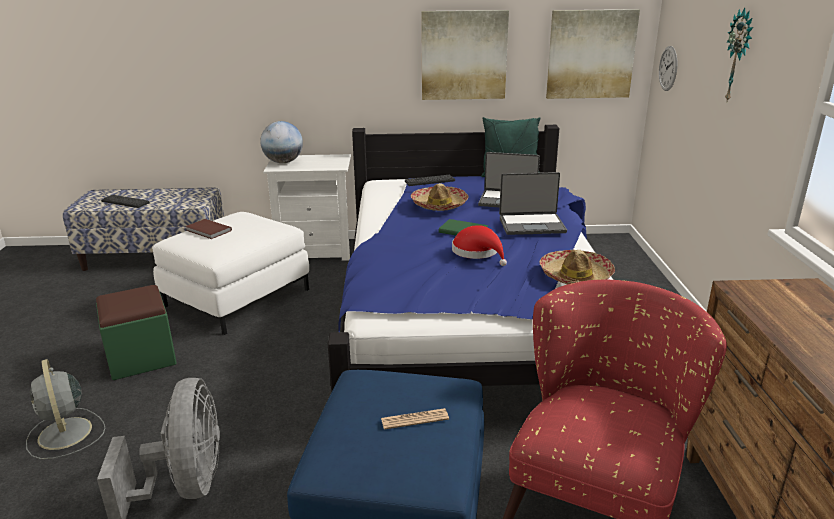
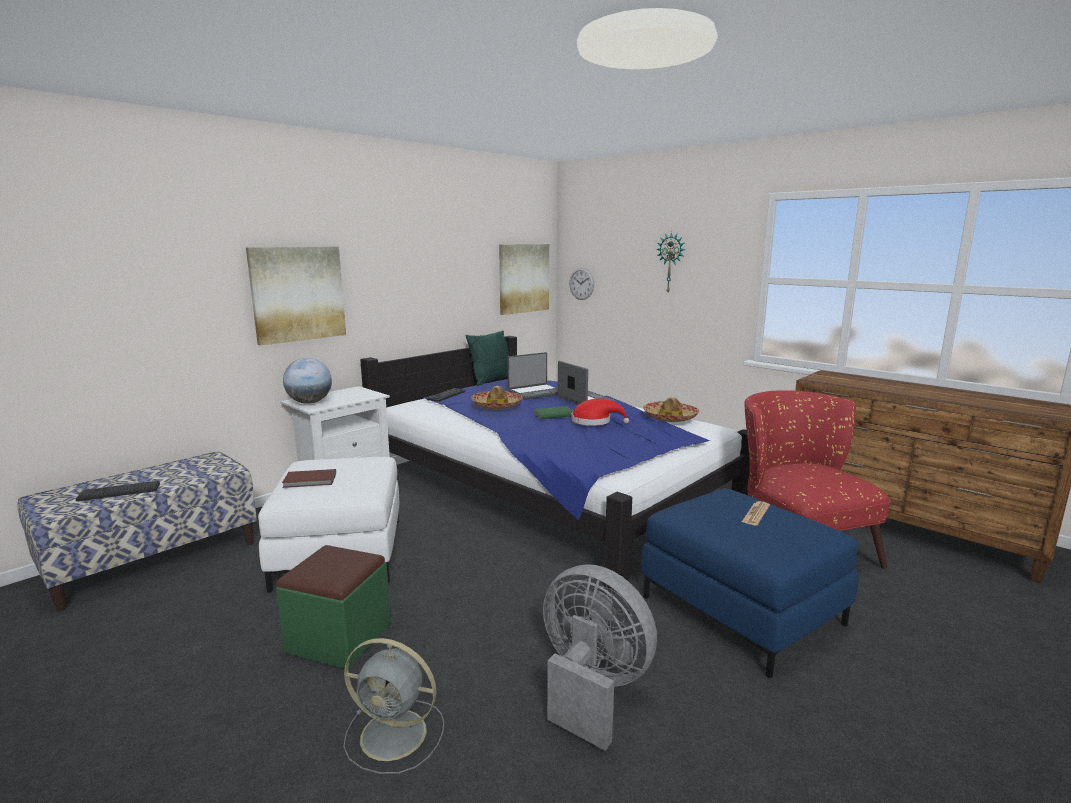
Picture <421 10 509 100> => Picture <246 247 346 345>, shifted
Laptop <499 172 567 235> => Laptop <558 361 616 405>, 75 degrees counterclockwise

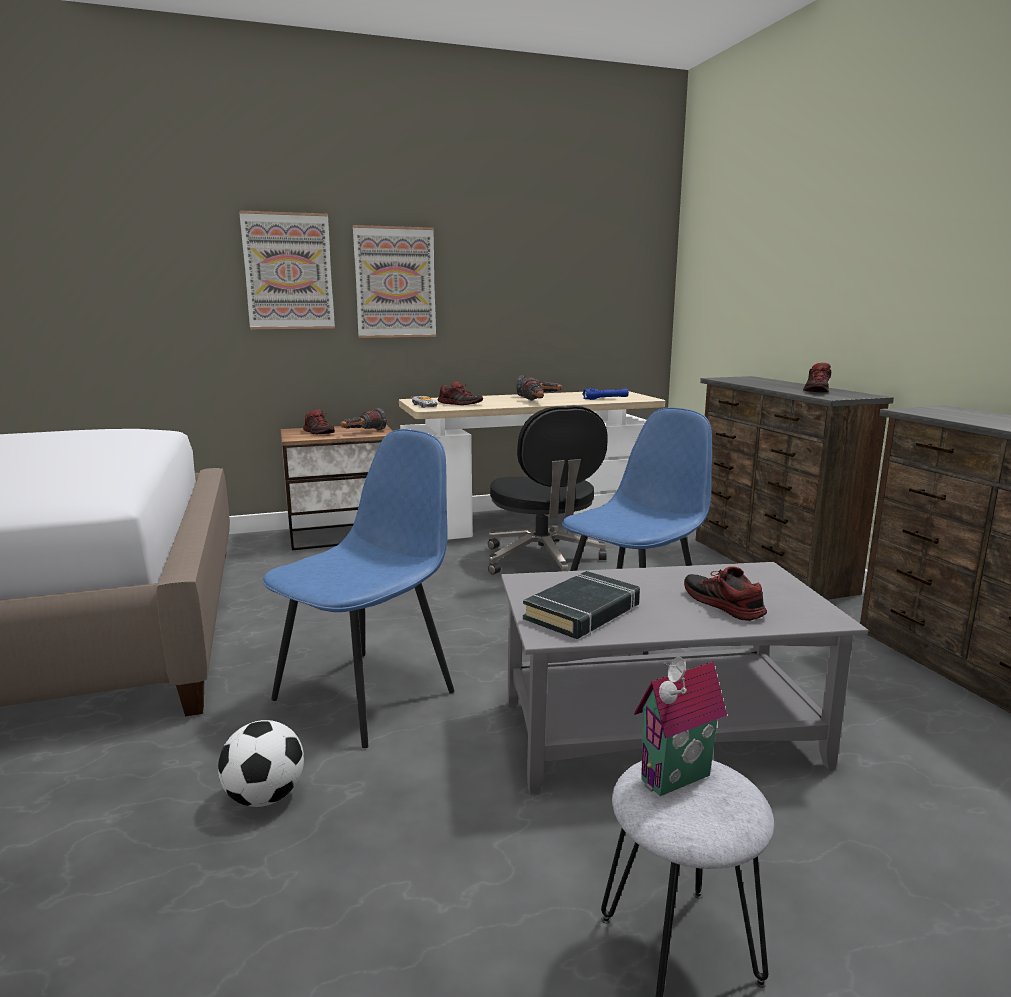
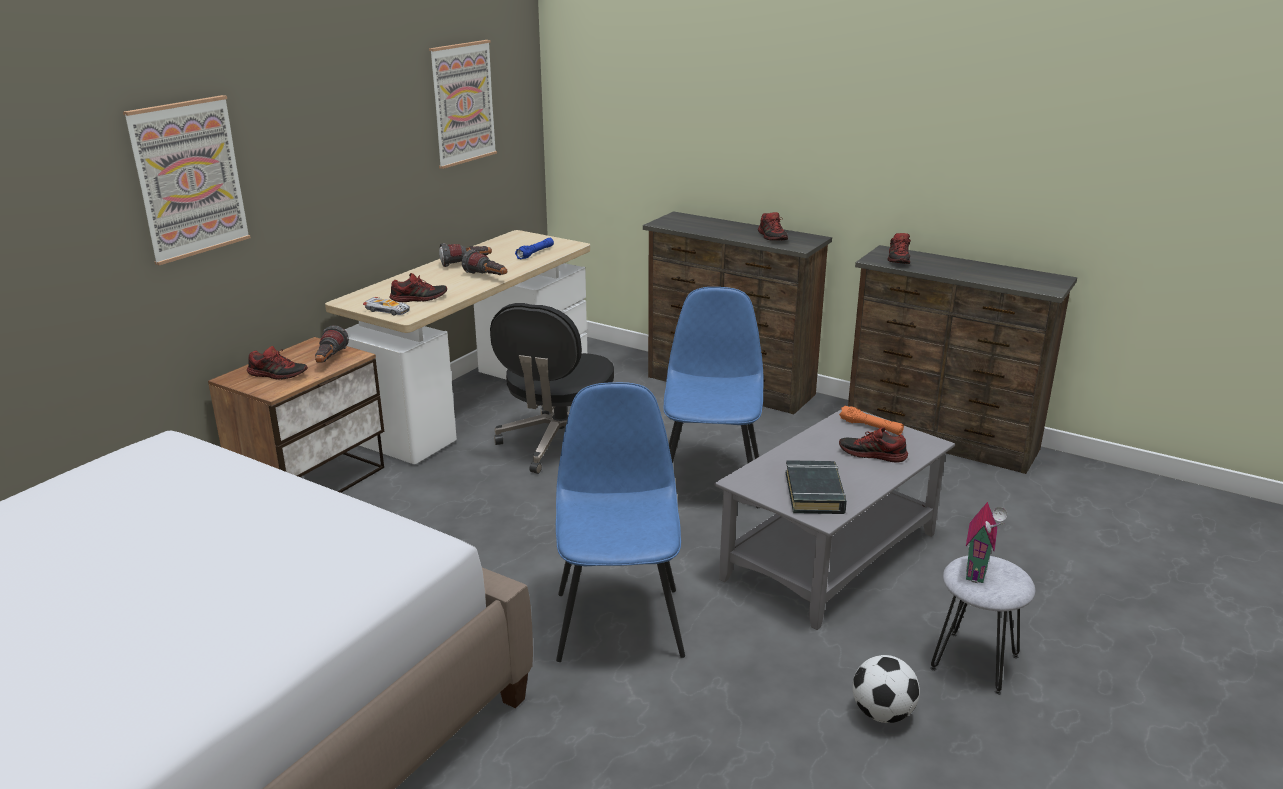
Picture <353 225 436 338> => Picture <429 40 497 169>, shifted
BlackOfficeChair <488 406 608 575> => BlackOfficeChair <490 303 614 474>, 75 degrees clockwise
Football <218 720 304 807> => Football <853 655 920 723>, shifted
nothing => Shoe <888 233 911 264>
nothing => OrangeFlashlight <839 405 904 435>

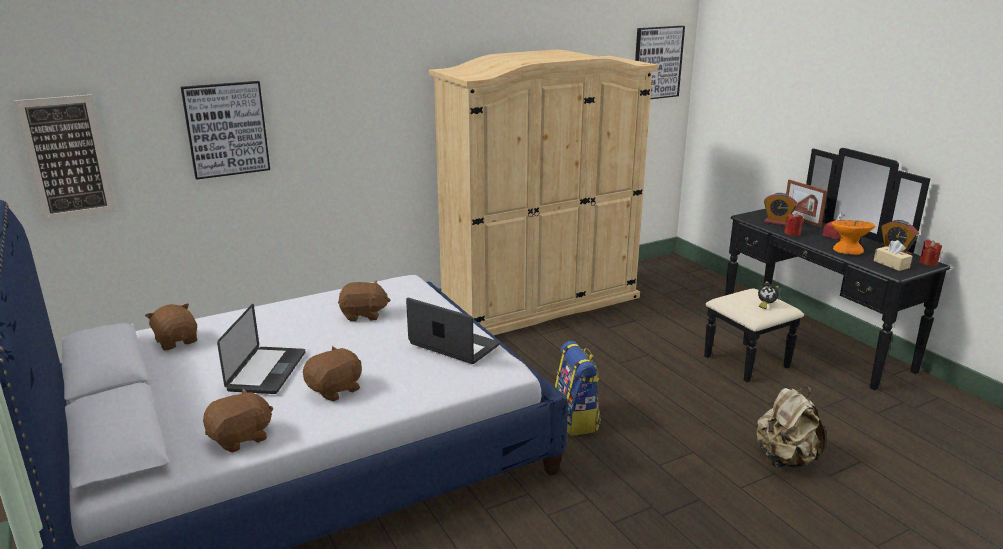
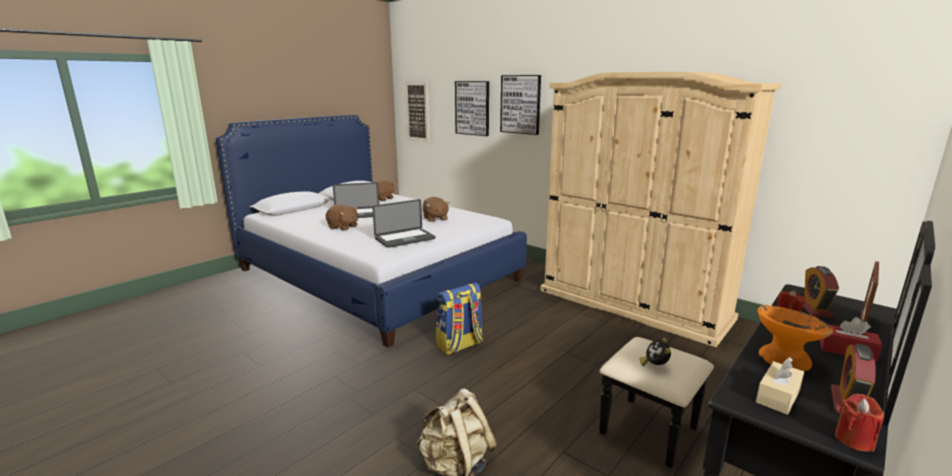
Picture <635 26 685 99> => Picture <500 75 541 135>, shifted
Laptop <406 298 500 364> => Laptop <372 199 436 248>, 45 degrees clockwise
BrownPlushToy <203 389 273 452> => nothing

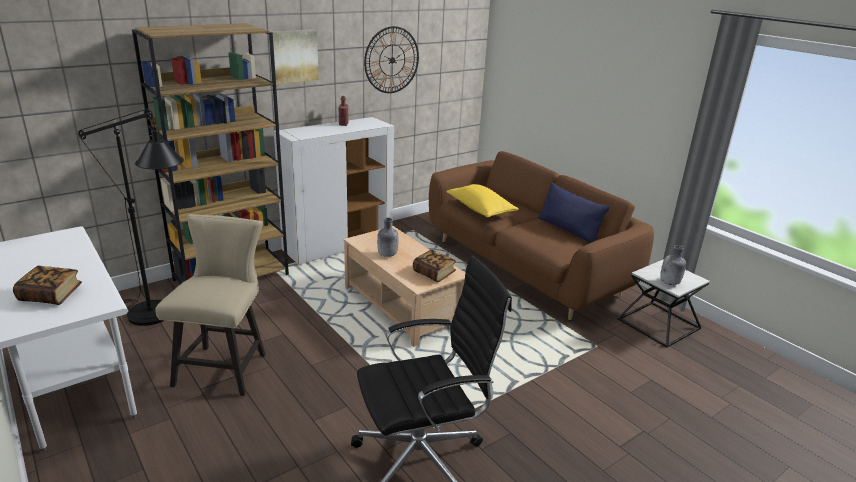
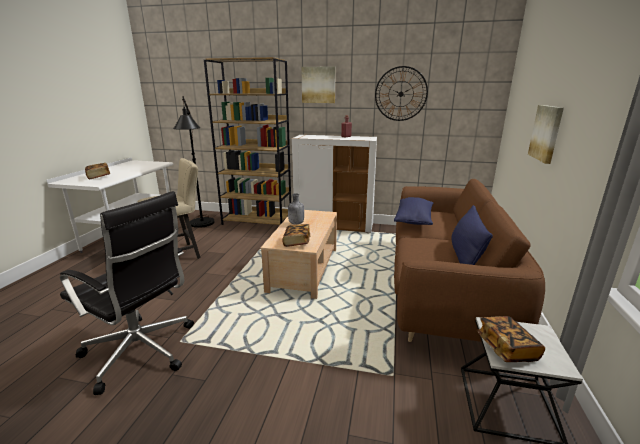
YellowPillow <447 184 519 218> => BluePillow <394 197 433 225>
GreyBottle <660 245 686 285> => Book <477 316 545 362>
nothing => Picture <528 105 564 164>

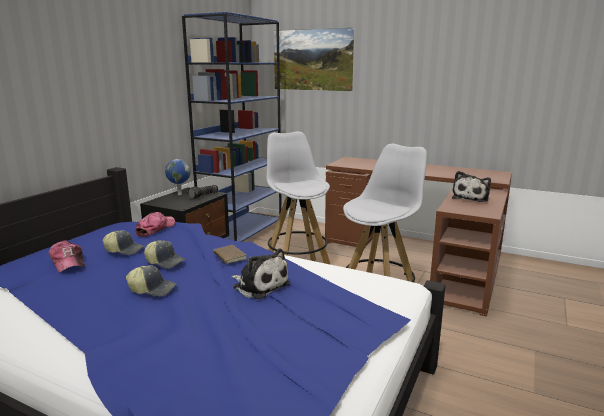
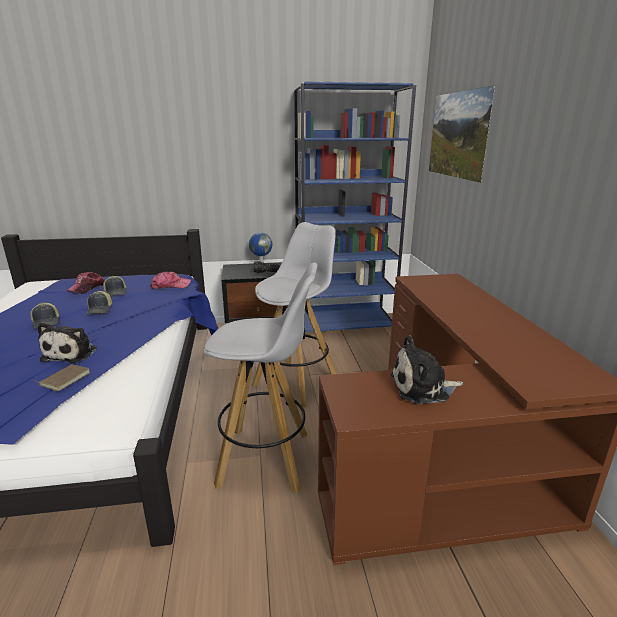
BrownBook <213 245 247 264> => BrownBook <34 364 90 391>, shifted

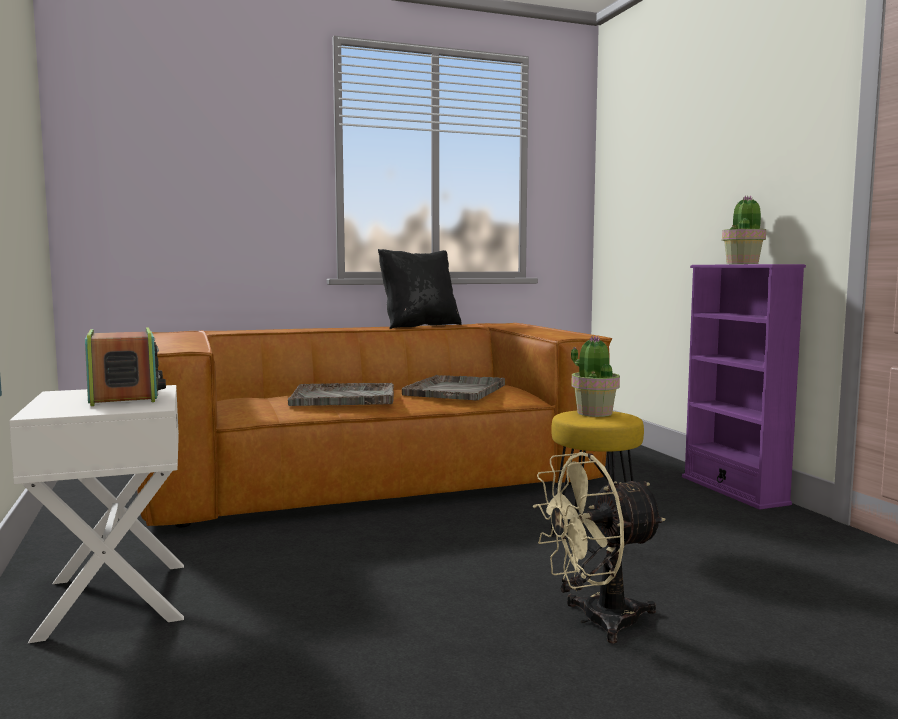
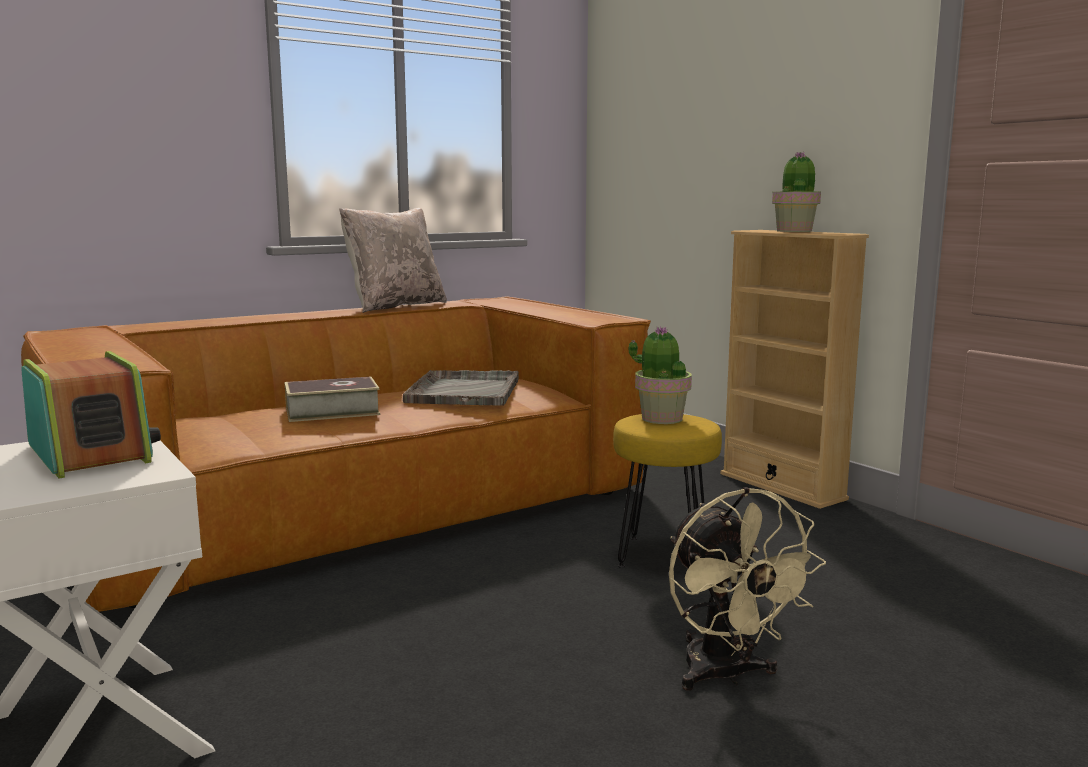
BlackPillow <378 249 461 329> => BeigePillow <339 208 447 313>
PurpleBookcase <682 264 806 510> => BeigeBookcase <720 230 869 509>
GreyTray <288 383 394 406> => Book <284 377 380 422>
BeigeFan <533 452 666 644> => BeigeFan <669 487 826 690>, 75 degrees counterclockwise

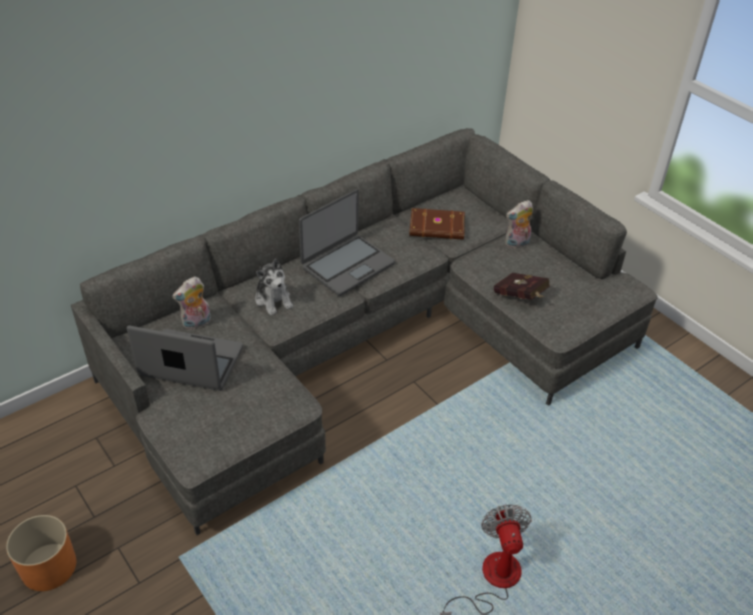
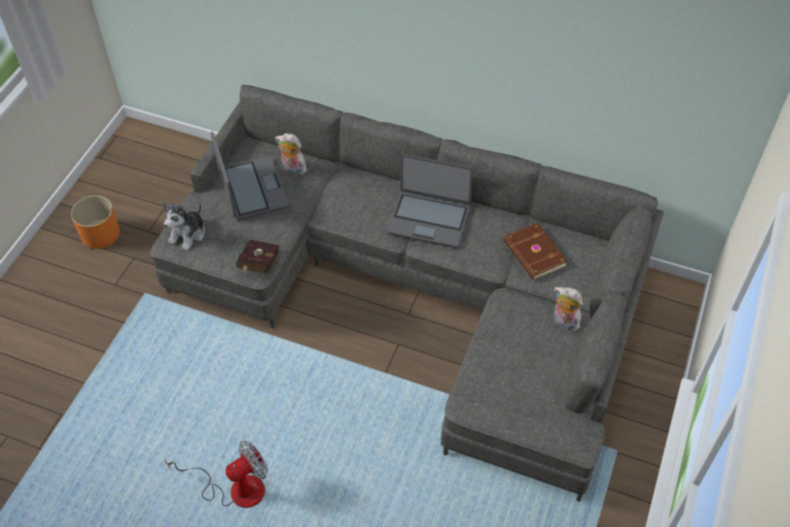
PlushToy <255 259 293 315> => PlushToy <163 203 205 251>, shifted
RedBook <494 273 550 300> => RedBook <236 240 279 274>, shifted

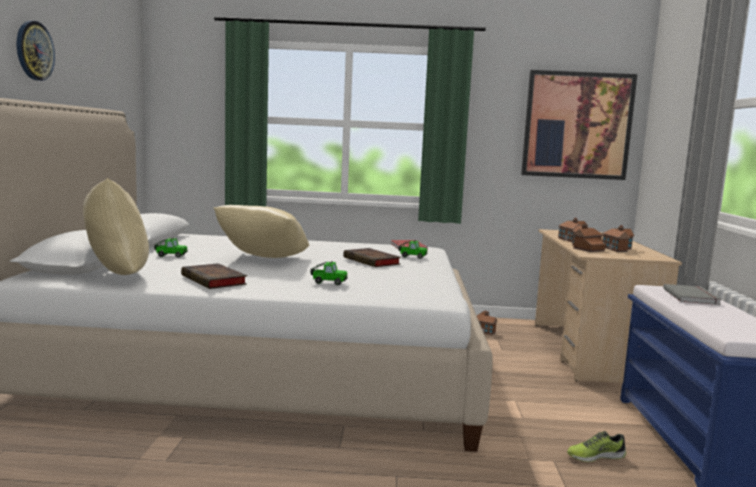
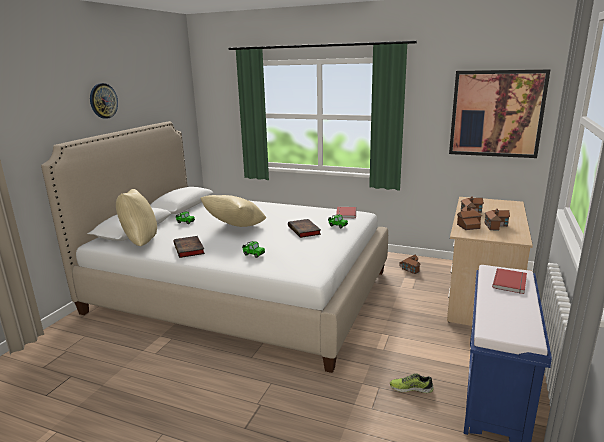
GreyBook <663 284 722 305> => RedBook <492 268 527 294>

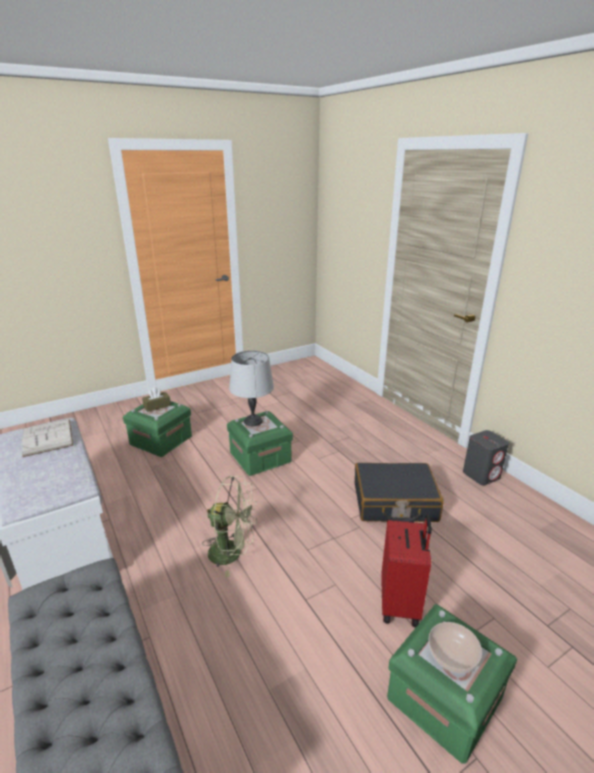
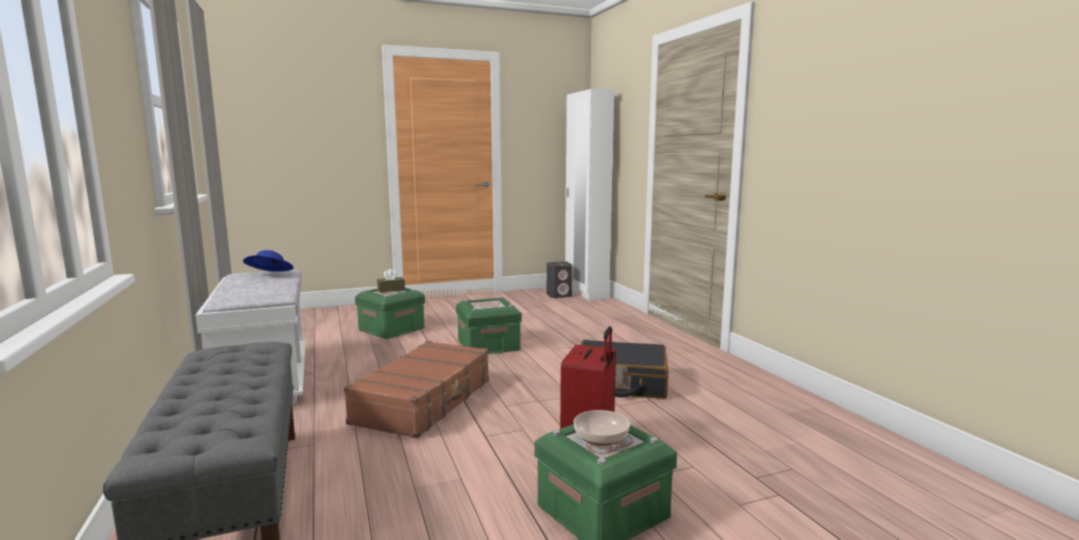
GreyTableLamp <229 351 274 426> => nothing
WhiteBook <22 419 73 457> => BlueHat <243 250 294 272>
GreySpeaker <463 430 509 486> => GreySpeaker <547 261 572 298>, shifted
GreenFan <202 476 257 577> => BrownSuitcase <344 341 489 439>
nothing => WhiteWardrobe <565 89 614 300>

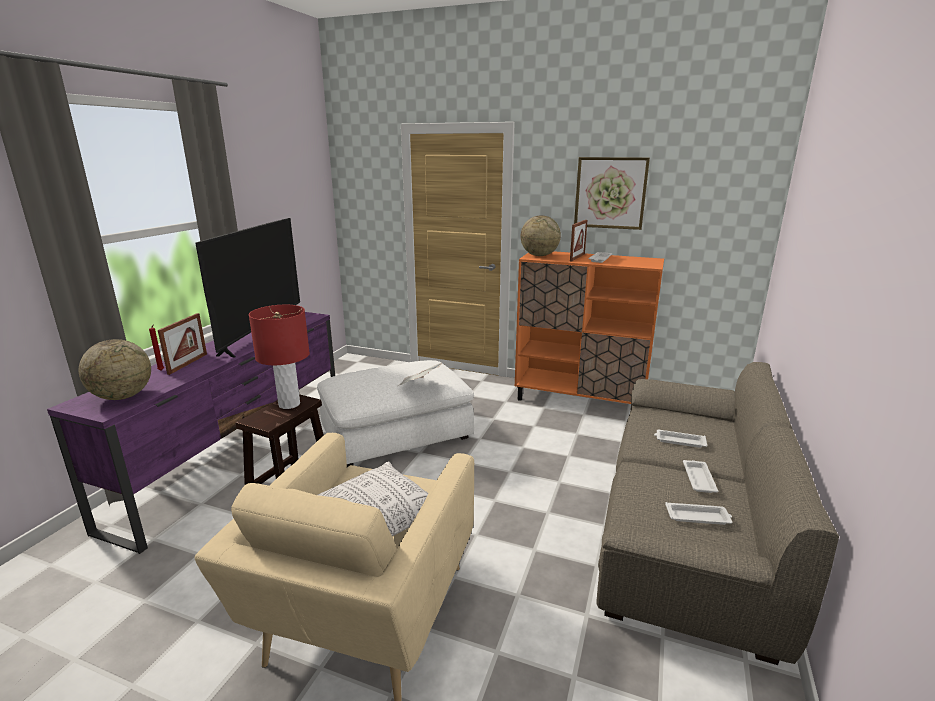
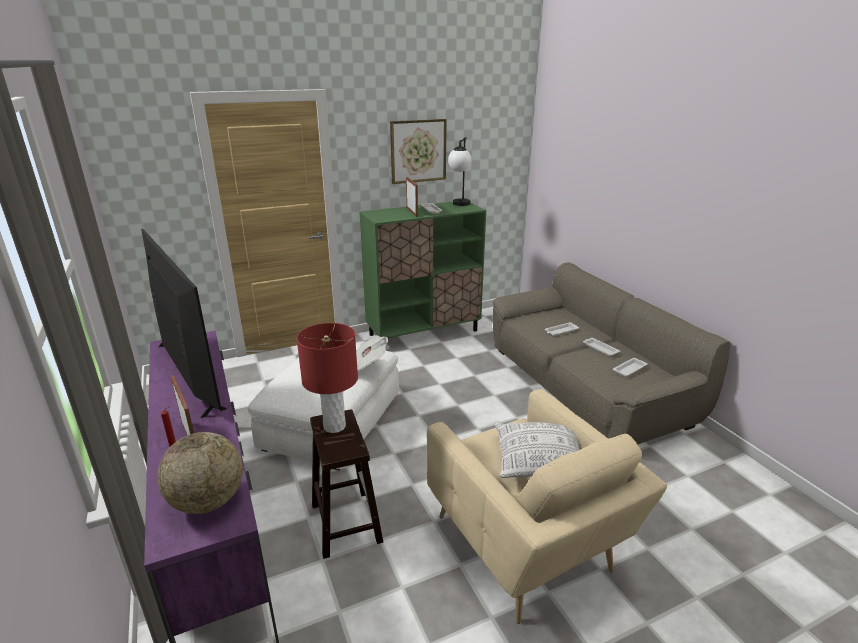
Globe <521 215 561 256> => nothing
OrangeCabinet <515 251 664 404> => GreenCabinet <359 202 486 338>
nothing => TableLamp <448 138 472 206>

